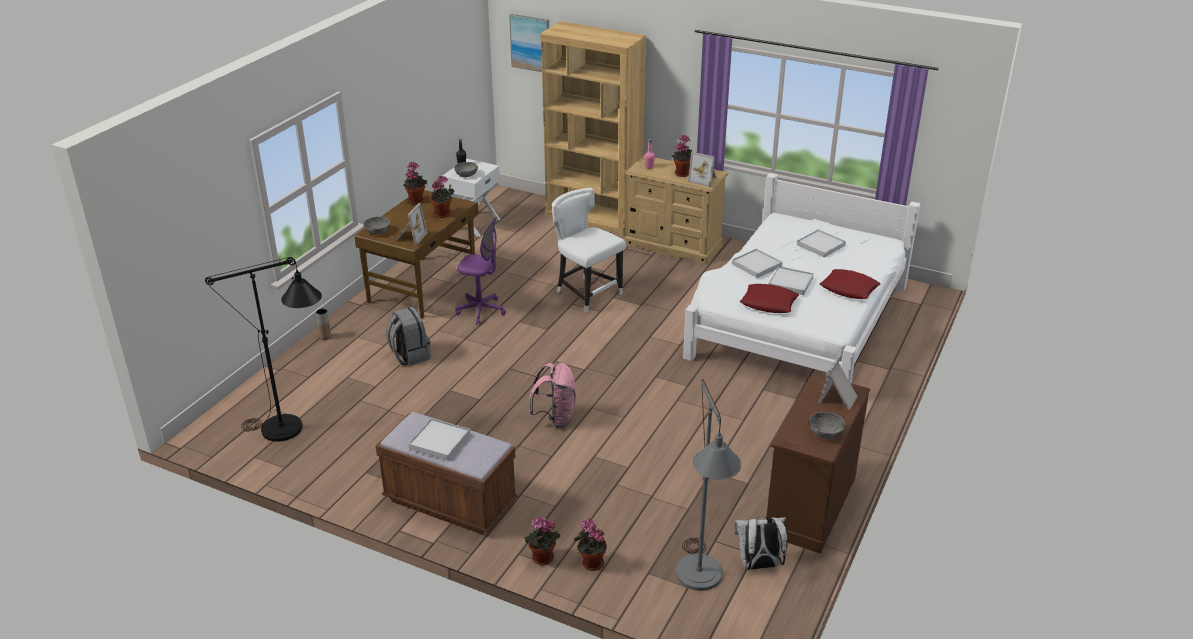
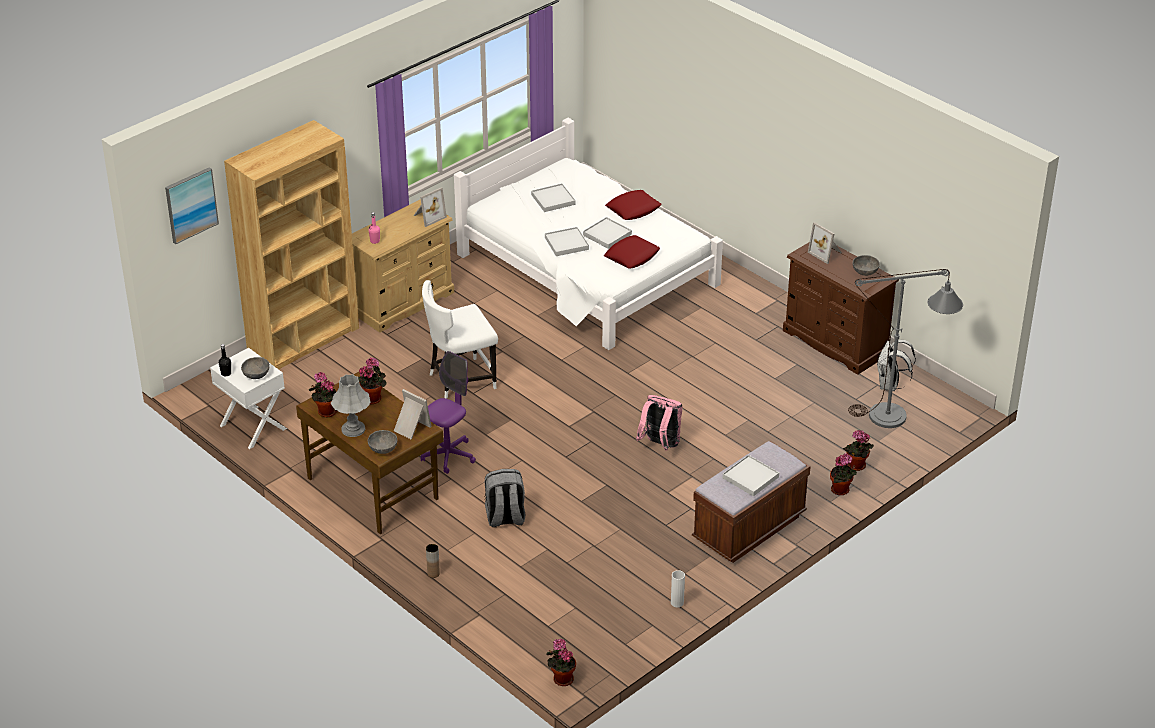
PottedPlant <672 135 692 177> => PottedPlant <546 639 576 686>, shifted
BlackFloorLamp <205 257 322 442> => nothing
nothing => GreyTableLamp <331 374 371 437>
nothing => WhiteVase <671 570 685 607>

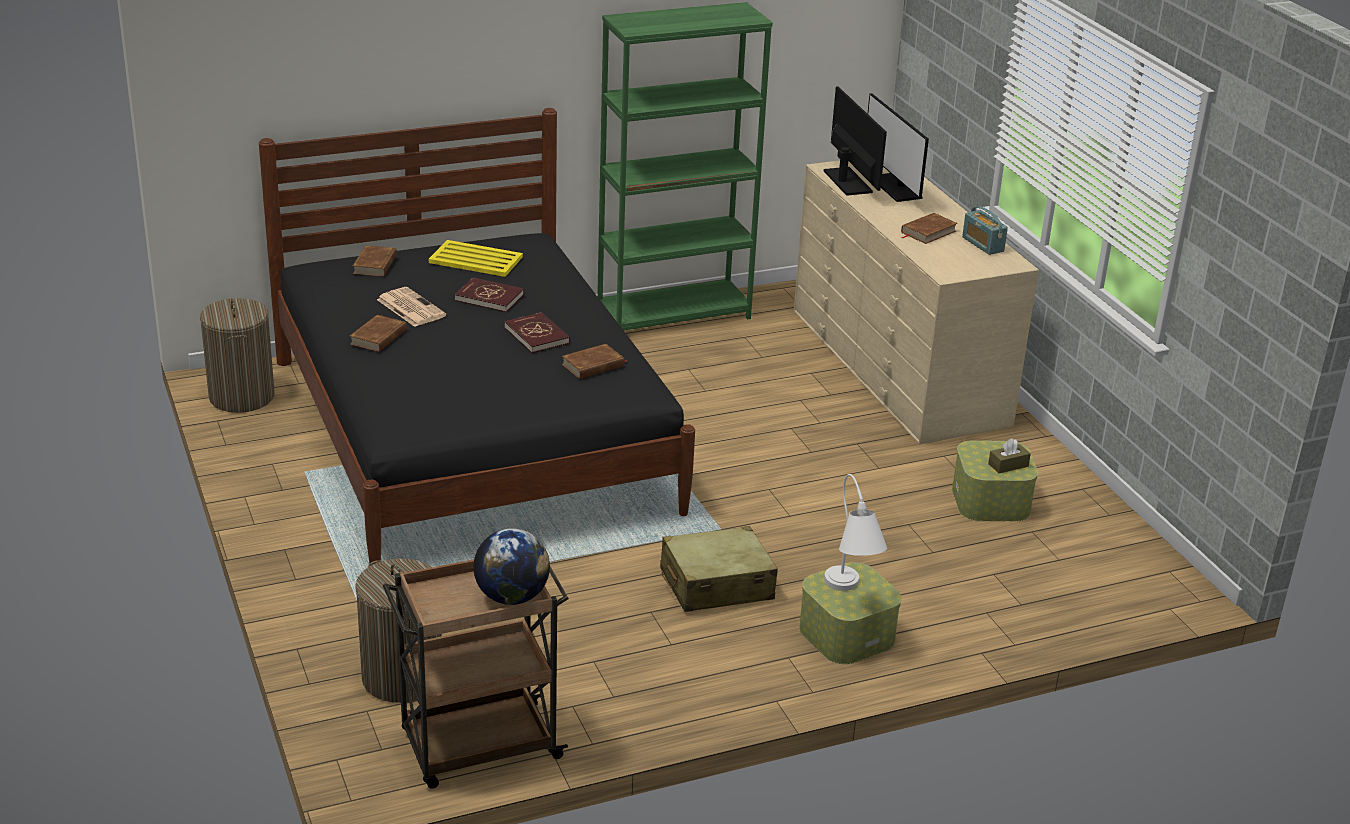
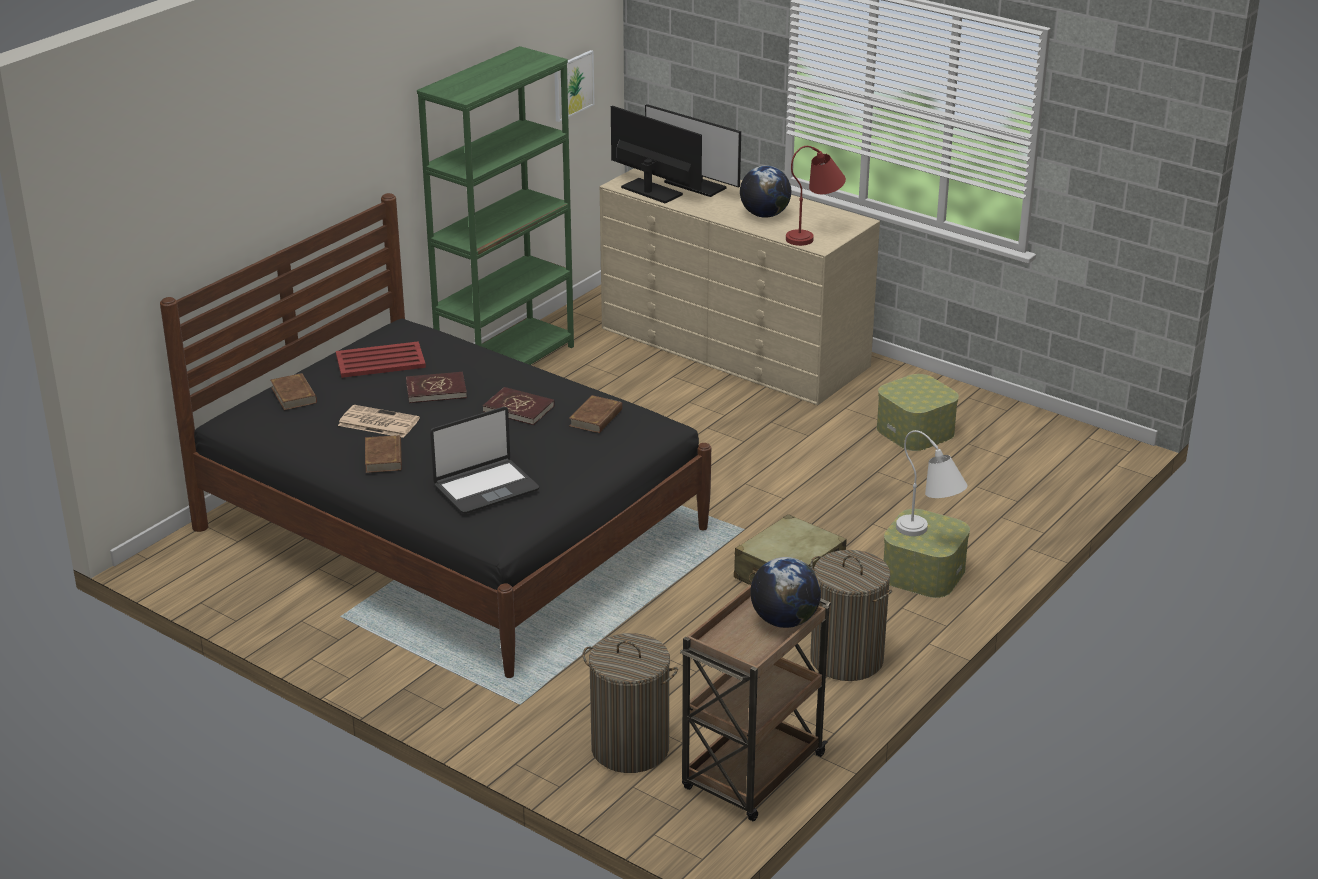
Radio <962 206 1008 255> => nothing
BrownBook <901 213 958 244> => Globe <740 166 791 218>
YellowTray <429 240 523 277> => RedTray <336 341 426 378>
LaundryBasket <200 298 275 413> => LaundryBasket <810 550 892 681>, shifted
BrownTissueBox <988 438 1031 473> => nothing
nothing => Picture <555 50 595 122>
nothing => RedTableLamp <786 146 846 246>
nothing => Laptop <430 407 539 514>

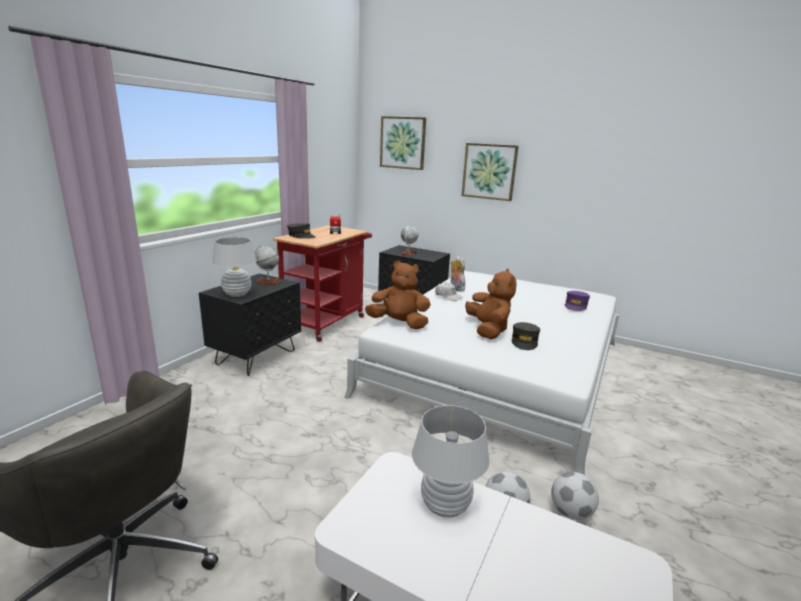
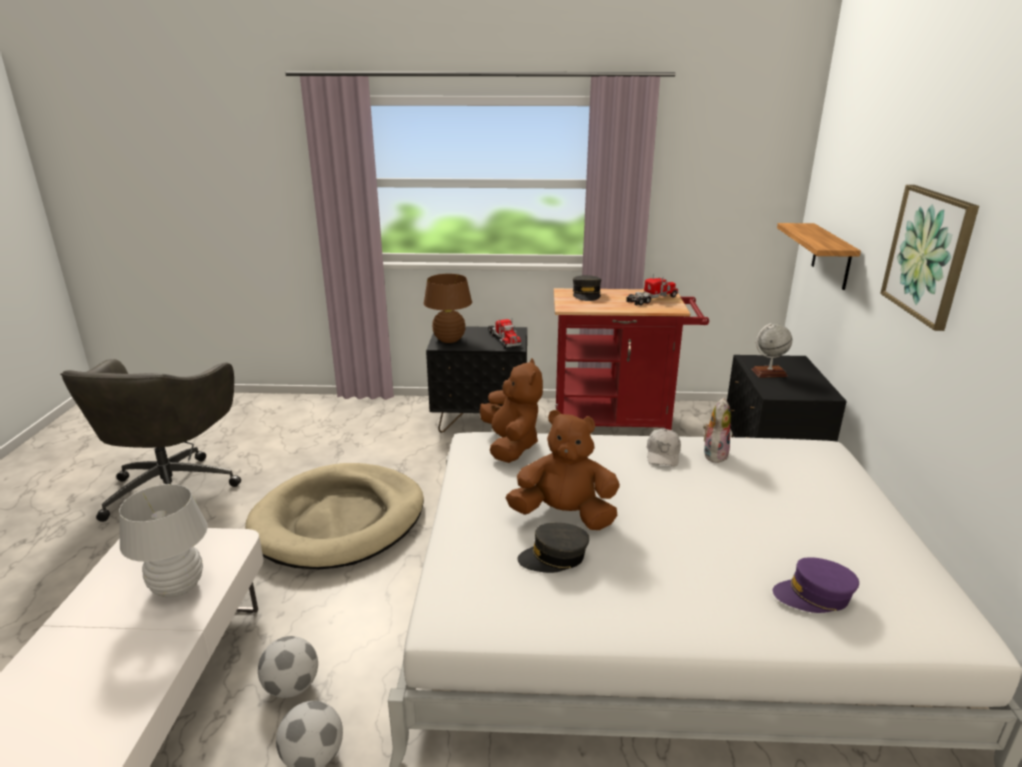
Picture <380 116 426 170> => nothing
WhiteTableLamp <212 237 257 297> => BrownTableLamp <424 274 472 343>
Globe <254 245 281 285> => ToyTruck <488 318 521 348>
BrownPlushToy <465 269 516 339> => BrownPlushToy <506 410 620 530>, 135 degrees counterclockwise
nothing => Shelf <777 223 861 290>
nothing => BeigeDogBed <245 463 424 569>

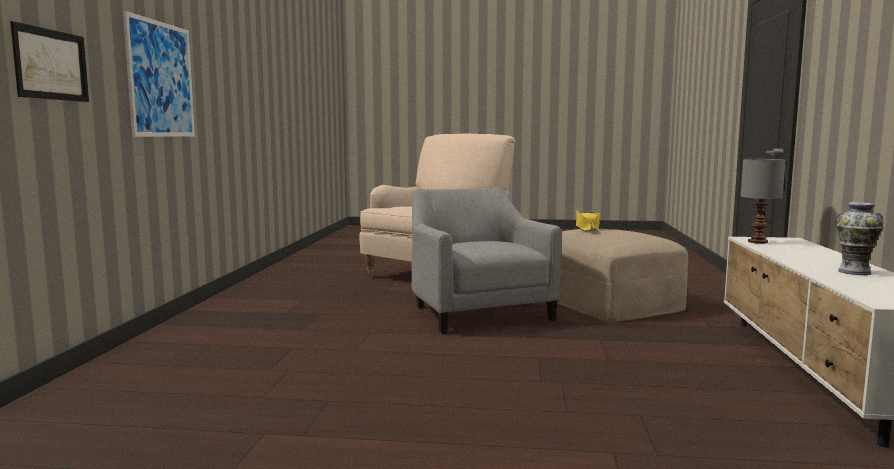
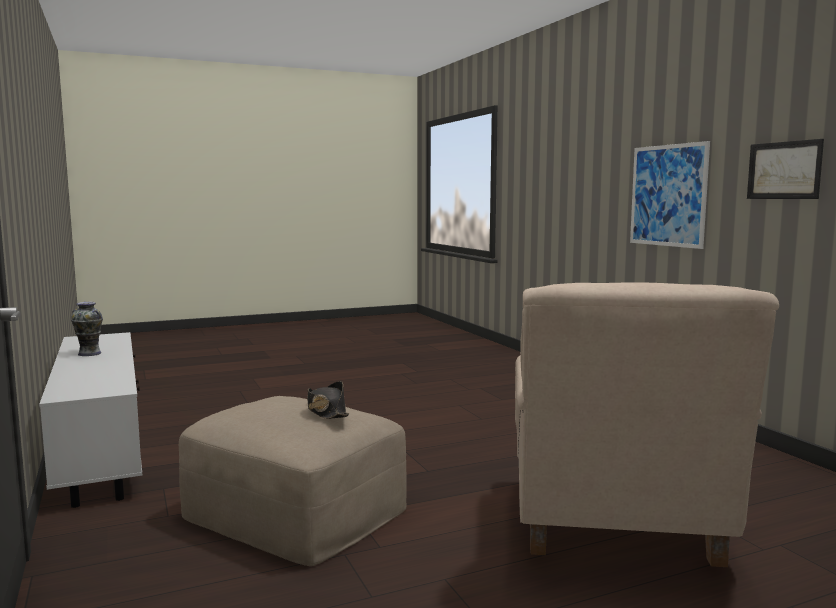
Picture <10 21 89 102> => Picture <747 139 824 199>, shifted
GreyTableLamp <741 159 786 244> => nothing
GreyArmchair <411 187 563 334> => nothing
YellowHat <576 210 600 231> => BlackHat <307 381 349 419>

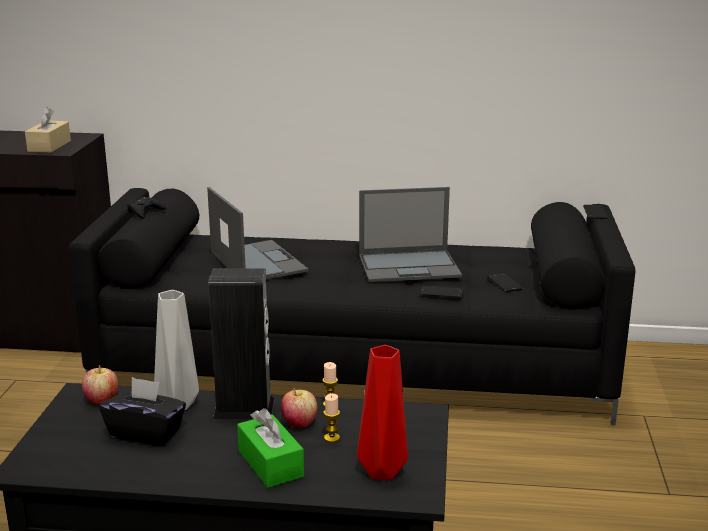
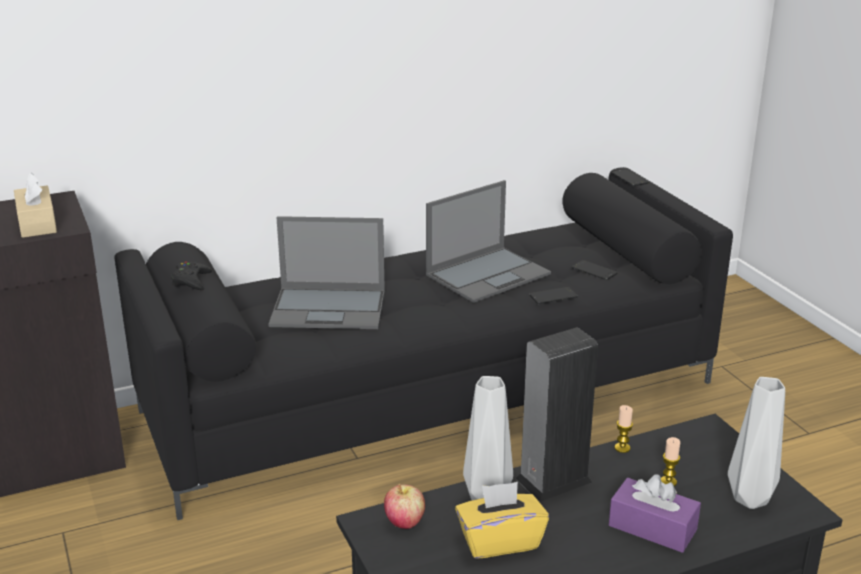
Laptop <207 187 308 280> => Laptop <268 216 385 329>, 150 degrees clockwise
RedVase <357 345 408 480> => GreyVase <728 377 785 509>
BlackTissueBox <99 377 186 446> => YellowTissueBox <455 482 549 559>
Apple <281 388 318 428> => nothing
GreenTissueBox <237 408 304 488> => PurpleTissueBox <609 475 701 553>

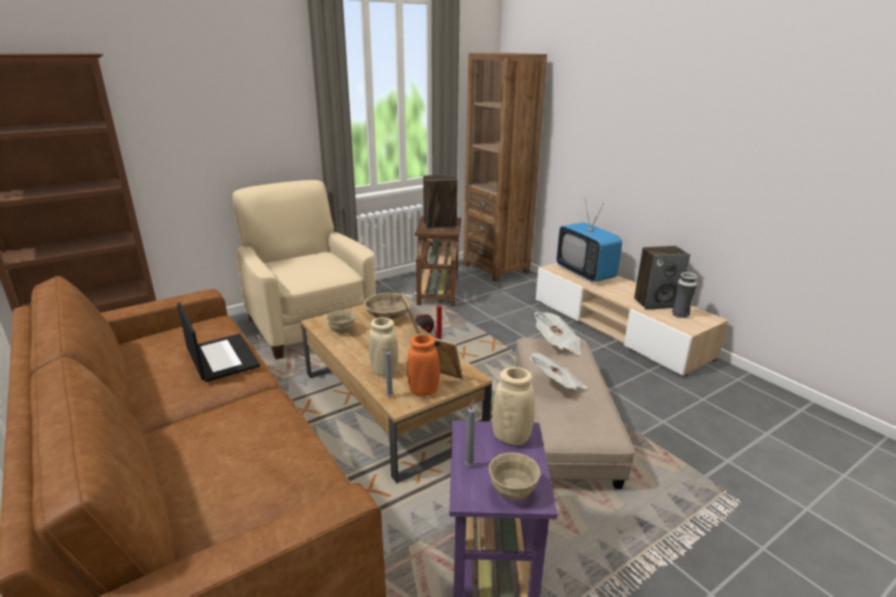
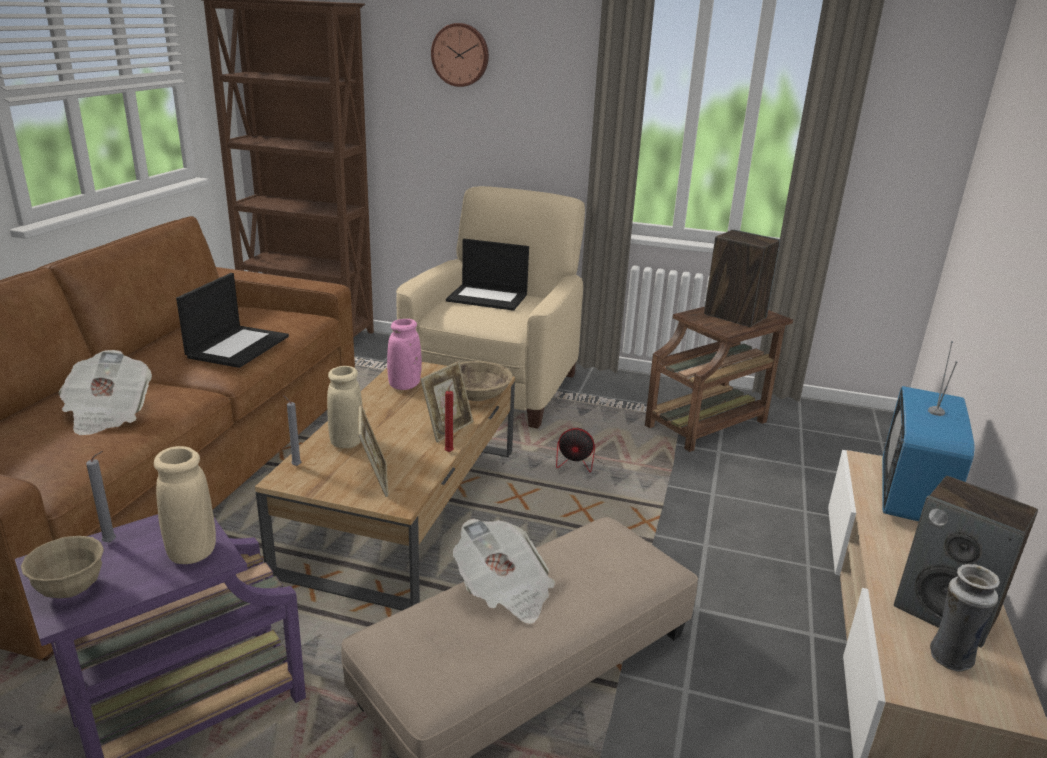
BrownBookcase <464 53 547 282> => nothing
BeigeBowl <326 310 356 334> => PinkVase <387 319 422 390>
Newspaper <534 312 581 355> => Newspaper <59 350 152 435>, shifted
OrangeVase <407 335 440 396> => nothing
nothing => WallClock <431 23 489 87>
nothing => Laptop <446 239 529 311>

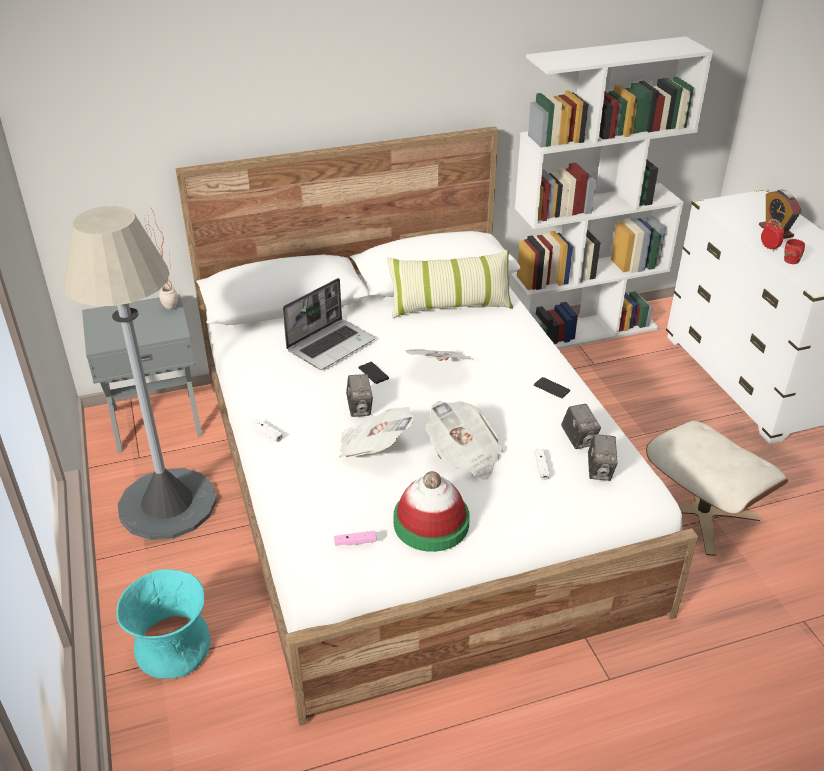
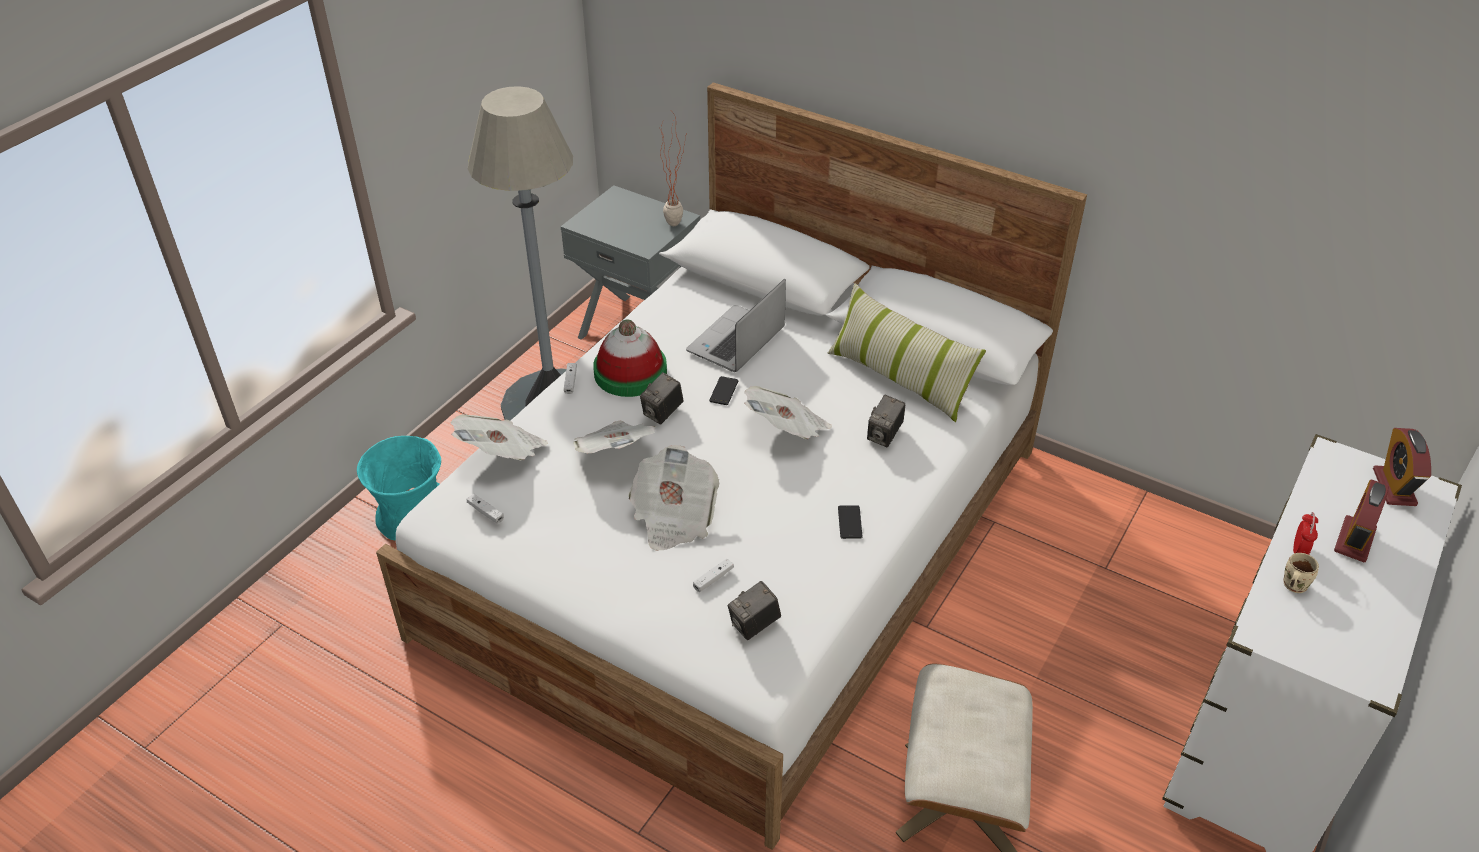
WhiteBookcase <509 37 713 349> => nothing
RedMug <784 239 805 264> => BeigeMug <1283 553 1319 593>
Laptop <283 278 375 370> => Laptop <686 279 786 372>, 120 degrees clockwise
PhotoCamera <561 404 601 449> => PhotoCamera <867 395 905 447>, shifted
Hat <394 471 470 552> => Hat <593 320 667 397>, shifted
PinkGameController <334 530 376 546> => WhiteGameController <466 494 504 524>
nothing => Newspaper <450 414 548 461>
nothing => AlarmClock <1373 428 1431 506>

